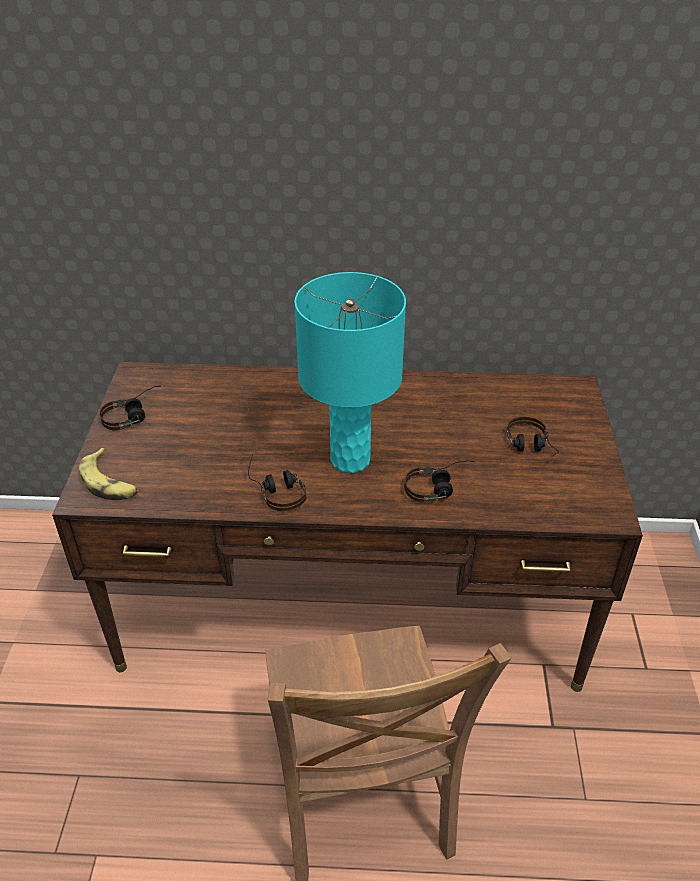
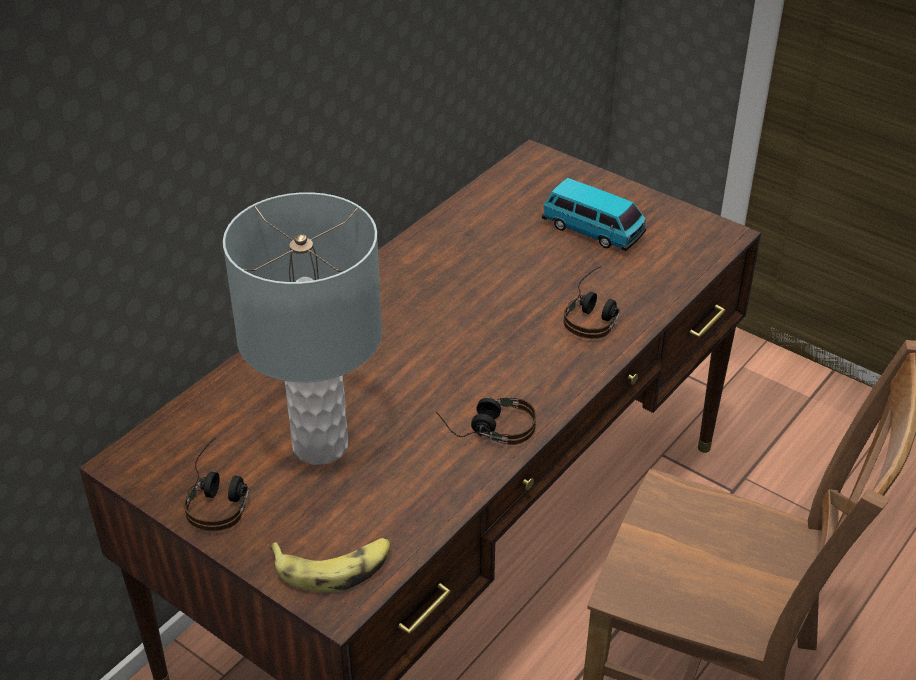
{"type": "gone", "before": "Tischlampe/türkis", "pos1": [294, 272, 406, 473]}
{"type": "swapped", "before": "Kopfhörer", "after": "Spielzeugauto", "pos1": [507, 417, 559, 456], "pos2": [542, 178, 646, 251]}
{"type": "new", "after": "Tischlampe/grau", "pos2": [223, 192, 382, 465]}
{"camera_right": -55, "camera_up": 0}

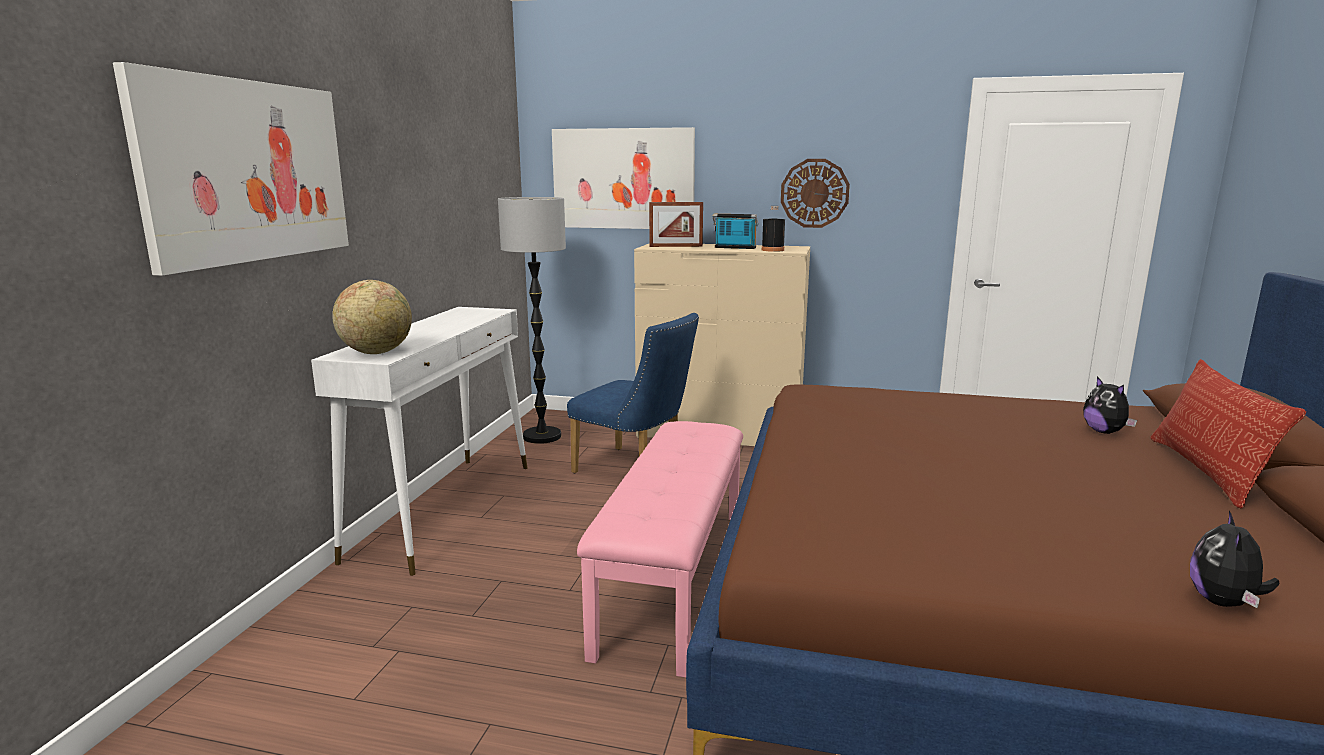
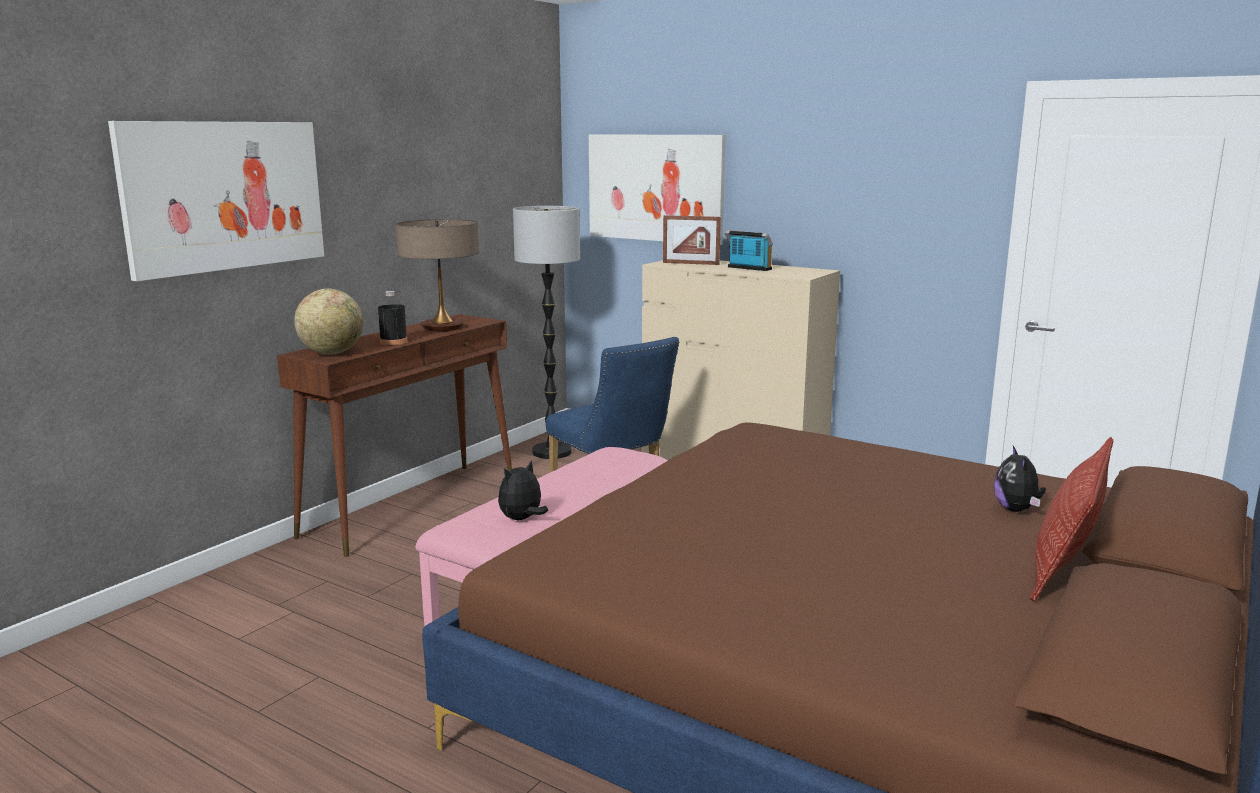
{"type": "repainted", "before": "Konsolentisch/weiß", "after": "Konsolentisch/braun", "pos1": [311, 307, 528, 576], "pos2": [277, 314, 512, 557]}
{"type": "shifted", "before": "Flasche/schwarz", "pos1": [762, 206, 785, 252], "pos2": [378, 290, 407, 345]}
{"type": "gone", "before": "Wanduhr", "pos1": [781, 159, 850, 228]}
{"type": "shifted", "before": "Plüschtier", "pos1": [1190, 511, 1279, 608], "pos2": [498, 460, 548, 520]}
{"type": "new", "after": "Tischlampe", "pos2": [396, 219, 479, 331]}
{"camera_right": 20, "camera_up": 0}

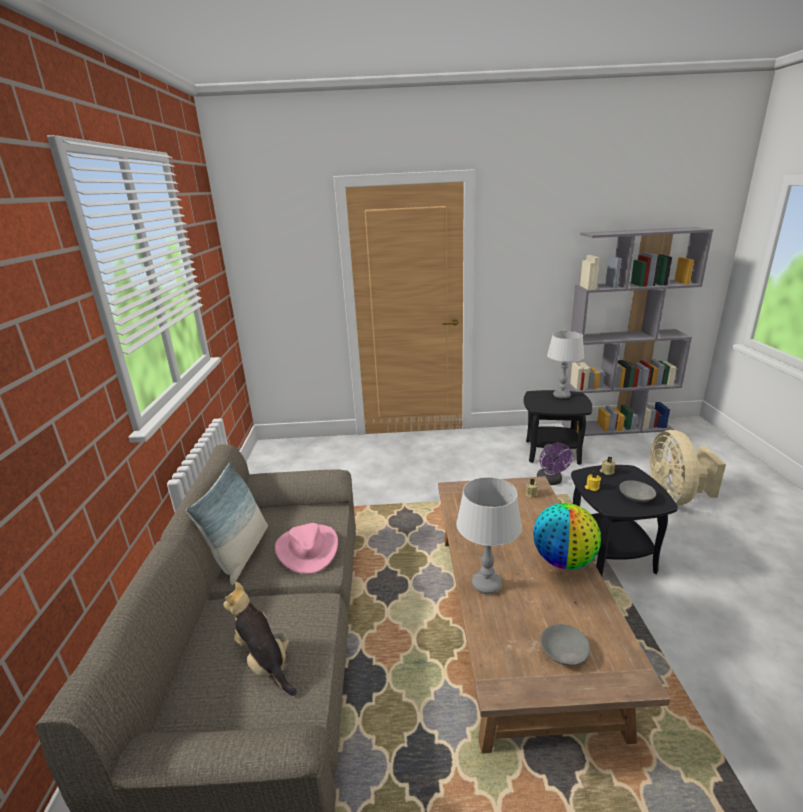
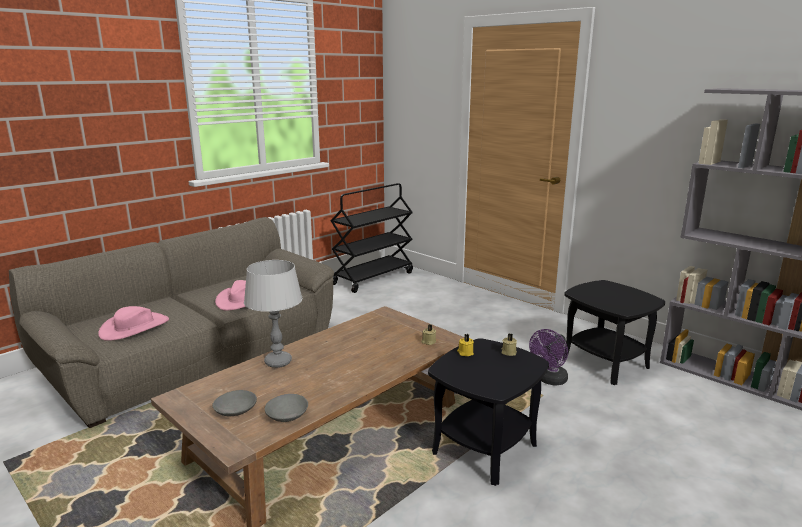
{"type": "gone", "before": "Kissen", "pos1": [186, 462, 268, 585]}
{"type": "swapped", "before": "Plüschtier", "after": "Hut/rosa", "pos1": [223, 582, 297, 696], "pos2": [98, 306, 169, 341]}
{"type": "gone", "before": "Globus", "pos1": [533, 503, 601, 570]}
{"type": "gone", "before": "Tischlampe/grau", "pos1": [547, 331, 585, 399]}
{"type": "shifted", "before": "Schüssel/grau", "pos1": [619, 480, 656, 502], "pos2": [265, 394, 308, 422]}
{"type": "gone", "before": "Ventilator/beige", "pos1": [650, 430, 726, 505]}
{"type": "new", "after": "Rollwagen/schwarz", "pos2": [331, 183, 413, 293]}
{"camera_right": 45, "camera_up": -5}

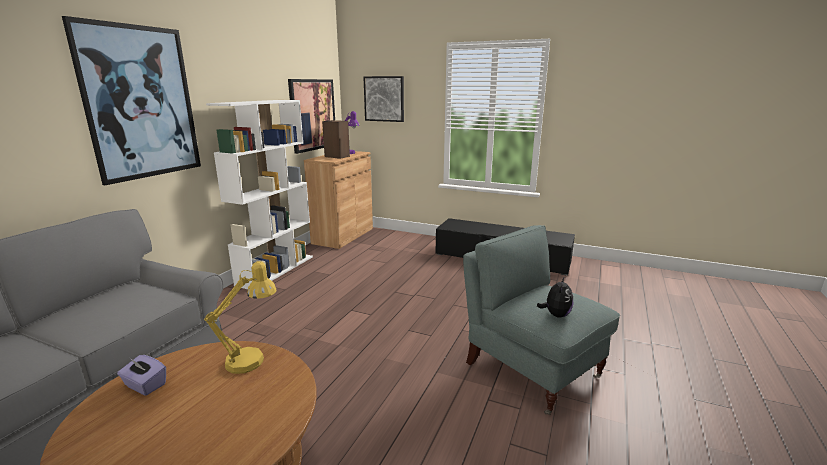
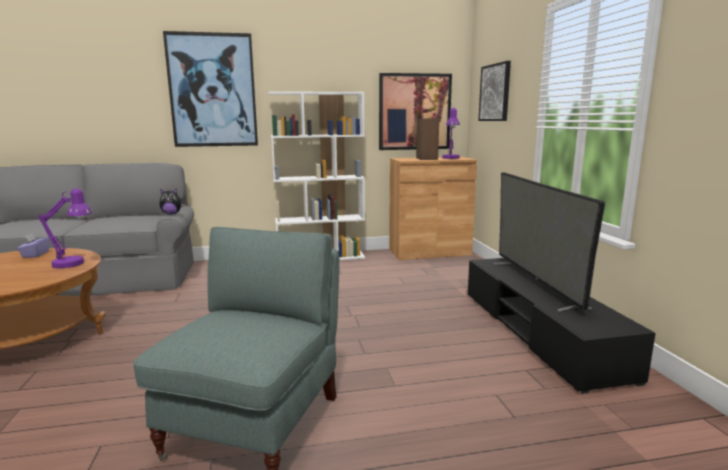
{"type": "repainted", "before": "Tischlampe/gelb", "after": "Tischlampe/lila", "pos1": [204, 261, 276, 374], "pos2": [38, 189, 92, 269]}
{"type": "shifted", "before": "Plüschtier", "pos1": [537, 276, 573, 318], "pos2": [160, 189, 184, 214]}
{"type": "new", "after": "Fernseher", "pos2": [493, 173, 605, 312]}
{"camera_right": 55, "camera_up": -5}

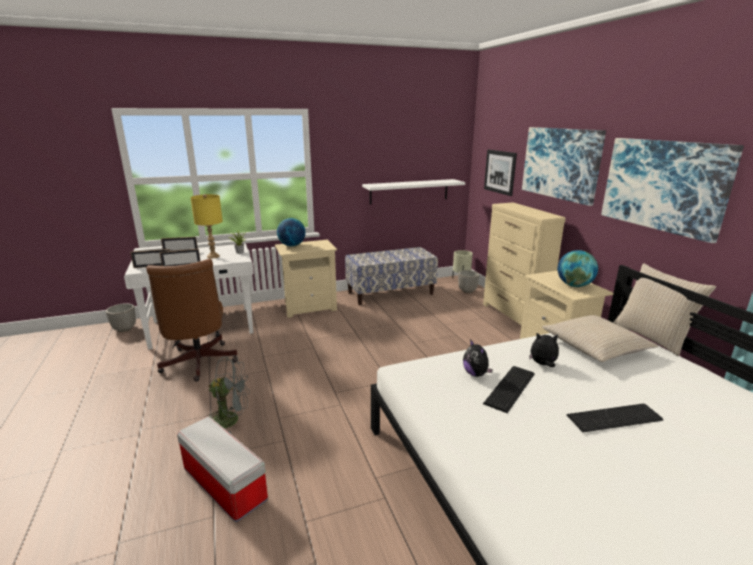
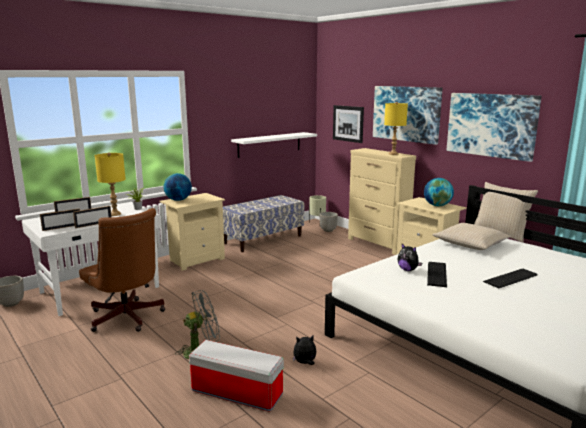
{"type": "shifted", "before": "Plüschtier", "pos1": [529, 333, 559, 367], "pos2": [293, 336, 316, 365]}
{"type": "new", "after": "Tischlampe/gelb", "pos2": [384, 102, 408, 155]}
{"camera_right": -20, "camera_up": -5}

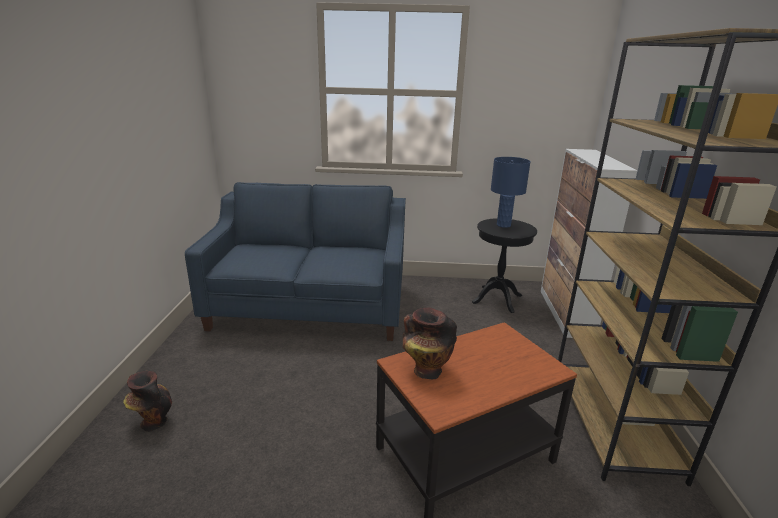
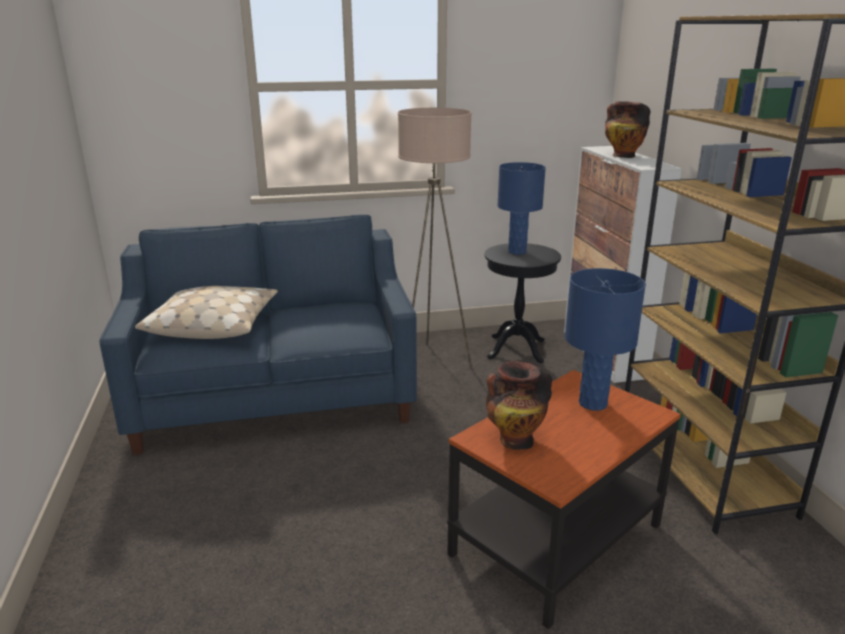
{"type": "shifted", "before": "Vase", "pos1": [123, 371, 172, 432], "pos2": [605, 101, 650, 158]}
{"type": "new", "after": "Kissen/beige", "pos2": [135, 286, 278, 339]}
{"type": "new", "after": "Stehlampe/beige", "pos2": [398, 108, 472, 367]}
{"type": "new", "after": "Tischlampe/blau", "pos2": [565, 268, 646, 411]}
{"camera_right": -15, "camera_up": 0}

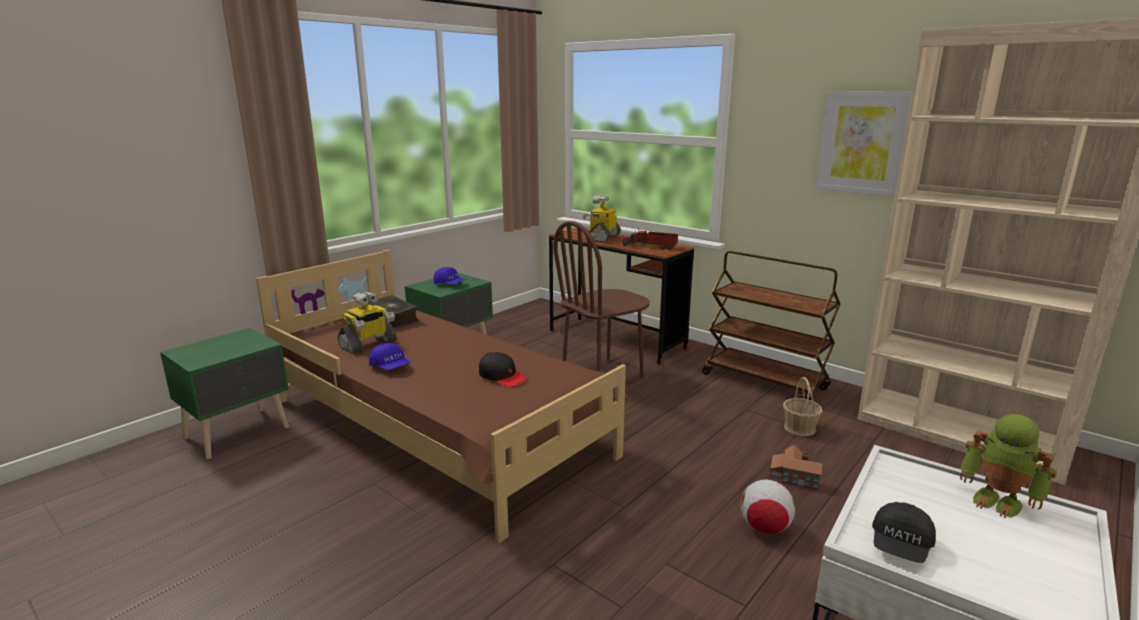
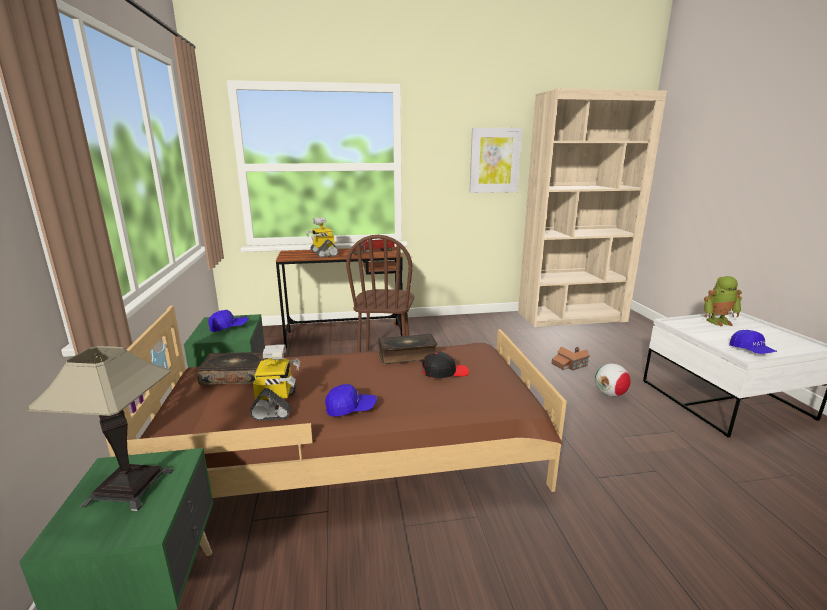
{"type": "gone", "before": "Rollwagen/braun", "pos1": [702, 251, 840, 401]}
{"type": "gone", "before": "Korb", "pos1": [783, 377, 823, 436]}
{"type": "repainted", "before": "Kappe/schwarz", "after": "Kappe/blau", "pos1": [872, 502, 936, 563], "pos2": [729, 330, 777, 354]}
{"type": "new", "after": "Tischlampe", "pos2": [27, 346, 174, 511]}
{"type": "new", "after": "Buch", "pos2": [378, 334, 438, 364]}
{"camera_right": -50, "camera_up": 0}

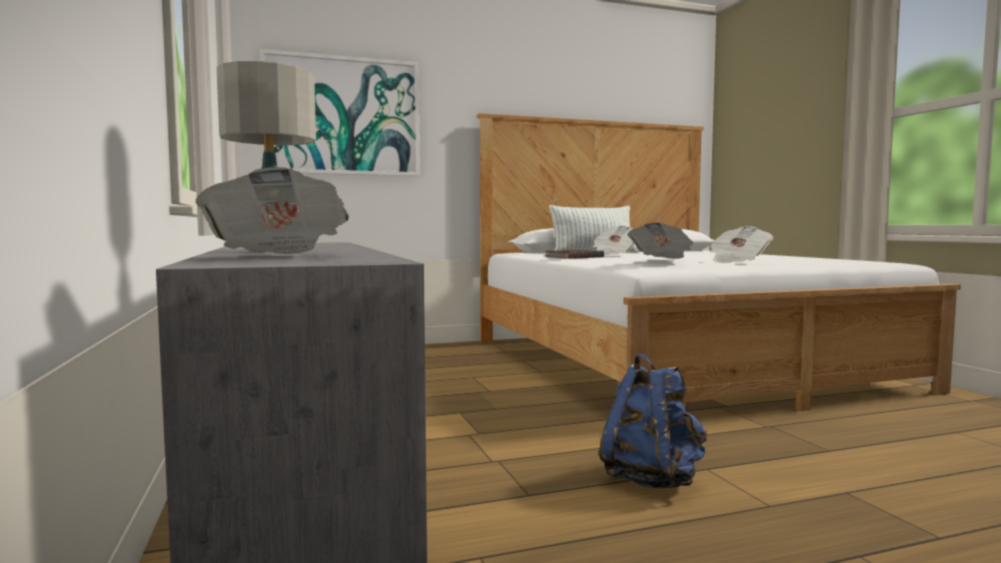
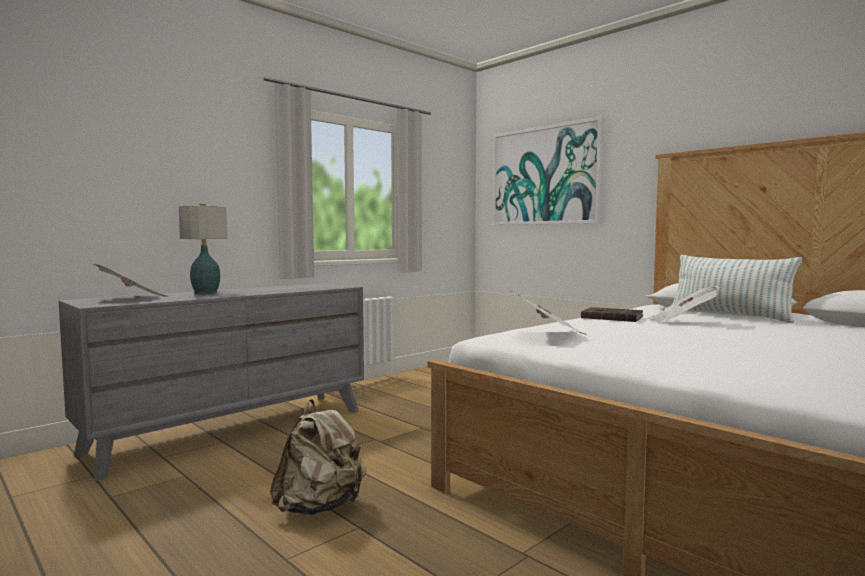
{"type": "repainted", "before": "Rucksack/blau", "after": "Rucksack/beige", "pos1": [599, 354, 707, 489], "pos2": [270, 399, 367, 515]}
{"type": "gone", "before": "Zeitung", "pos1": [710, 226, 773, 263]}
{"camera_right": 65, "camera_up": 0}

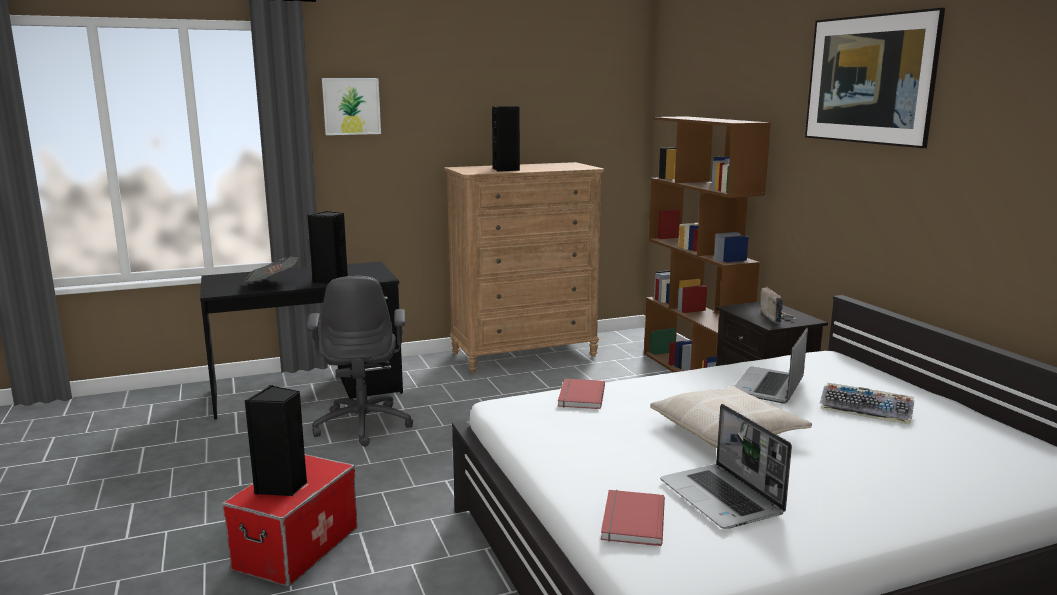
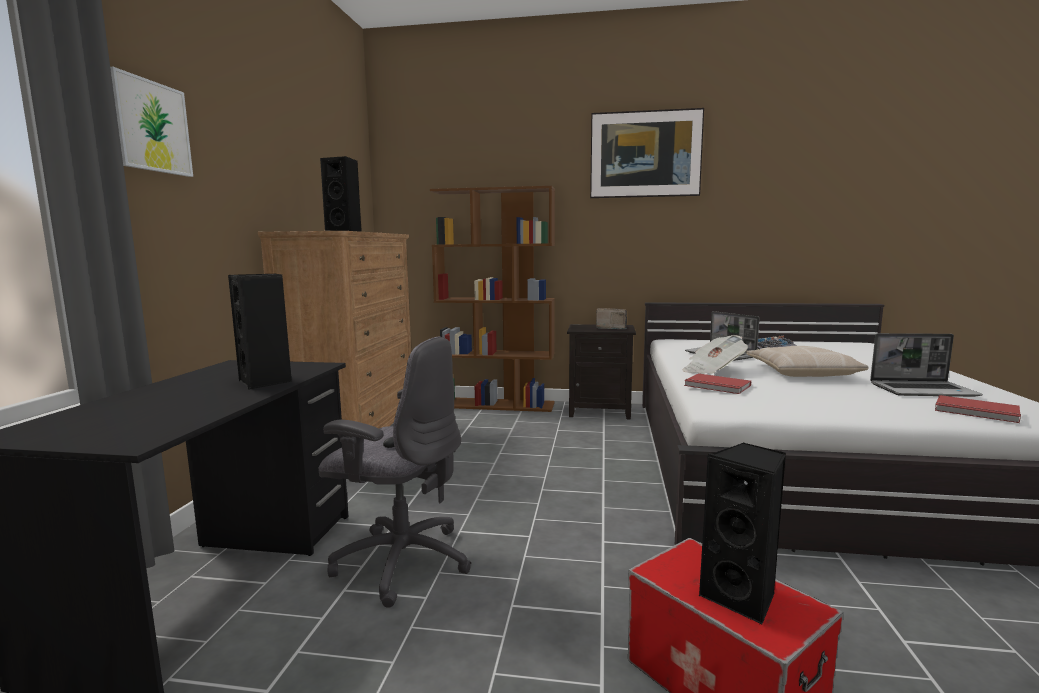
{"type": "shifted", "before": "Zeitung", "pos1": [244, 256, 299, 282], "pos2": [682, 335, 748, 374]}
{"camera_right": -60, "camera_up": -5}

